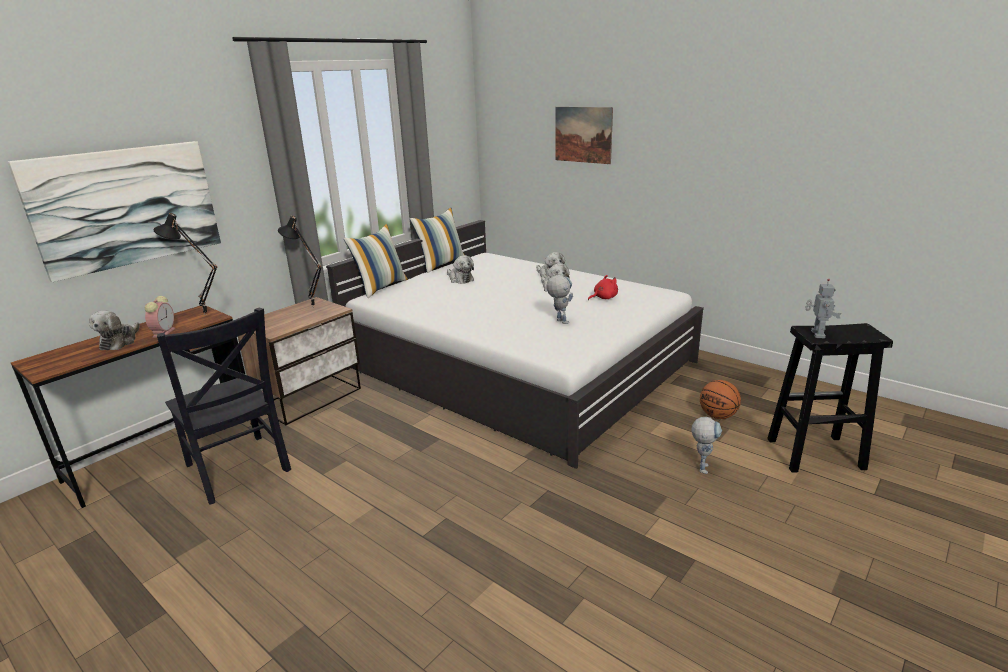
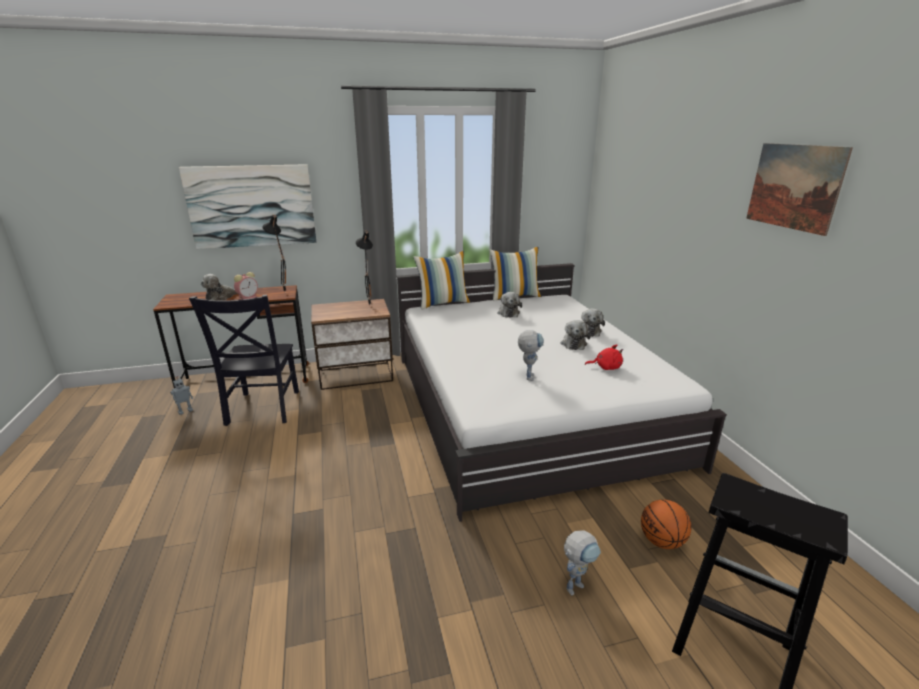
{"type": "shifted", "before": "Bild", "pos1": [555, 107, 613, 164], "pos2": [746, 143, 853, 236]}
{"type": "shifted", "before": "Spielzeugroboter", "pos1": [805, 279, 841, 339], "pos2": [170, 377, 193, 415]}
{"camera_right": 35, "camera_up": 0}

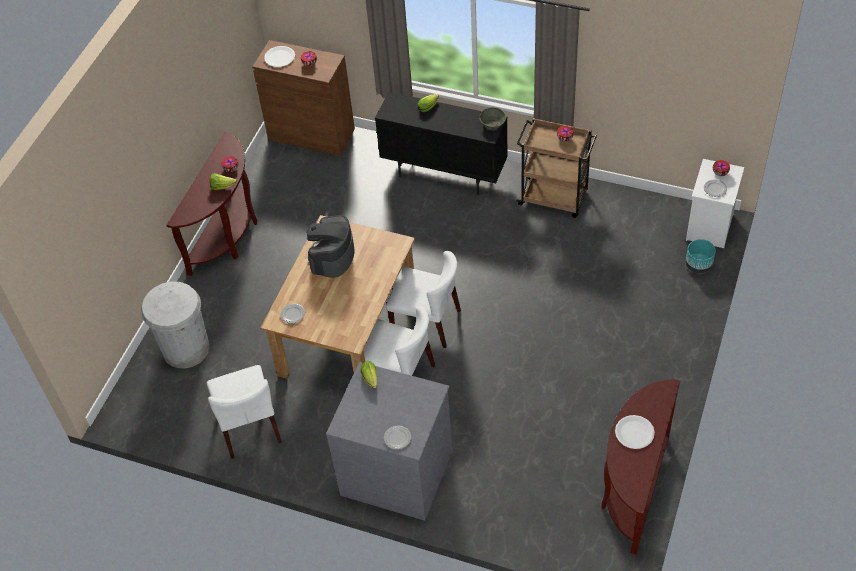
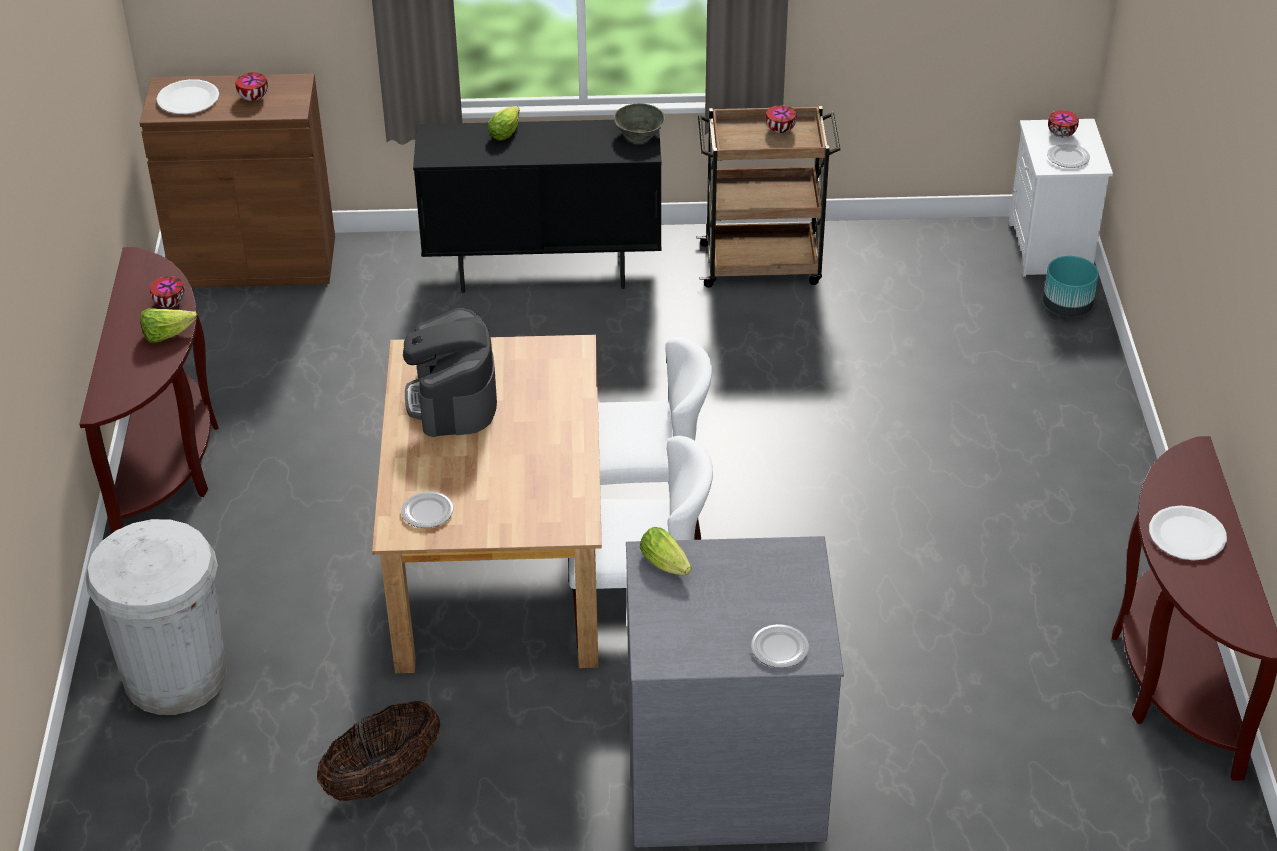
{"type": "swapped", "before": "Stuhl/weiß", "after": "Korb", "pos1": [207, 365, 282, 459], "pos2": [317, 700, 440, 801]}
{"camera_right": -25, "camera_up": -10}

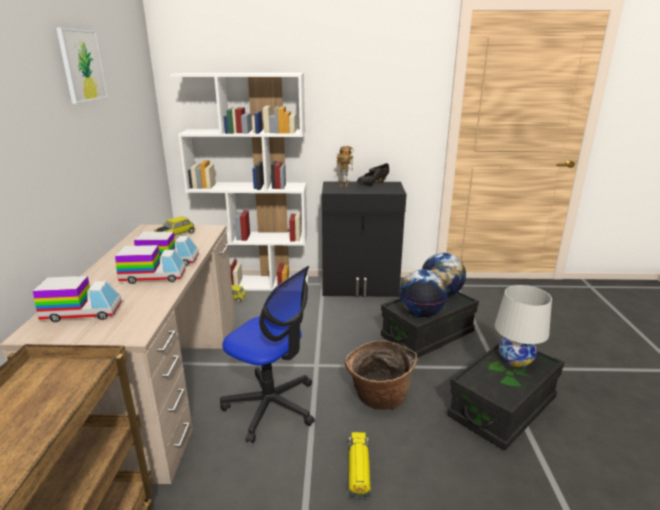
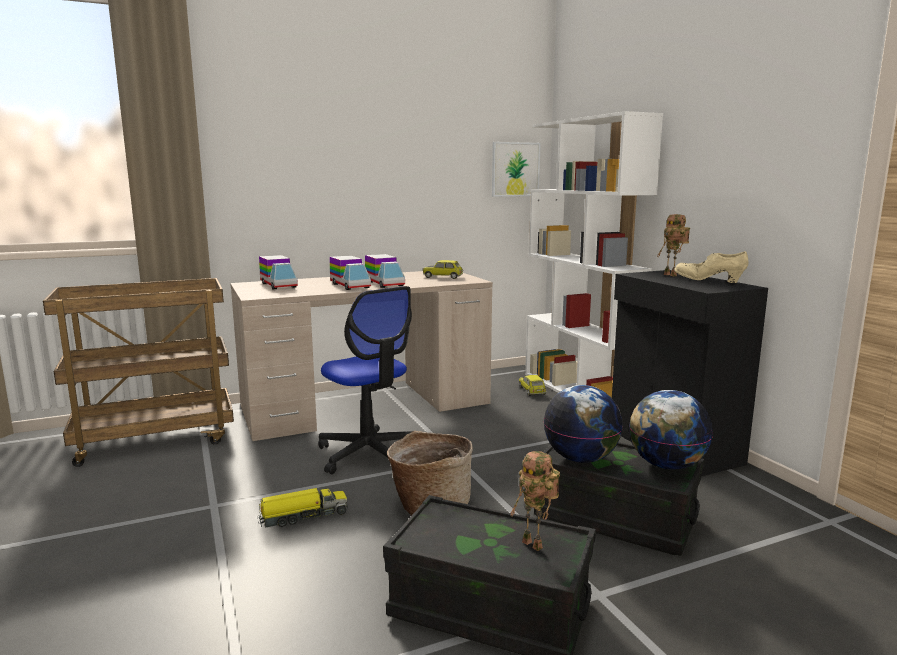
{"type": "shifted", "before": "Bild", "pos1": [56, 28, 108, 104], "pos2": [492, 142, 541, 197]}
{"type": "rotated", "before": "Bürostuhl", "pos1": [220, 266, 315, 443], "pos2": [318, 286, 413, 474], "turn": -45}
{"type": "repainted", "before": "Schuh/schwarz", "after": "Schuh/beige", "pos1": [357, 163, 389, 186], "pos2": [674, 251, 749, 283]}
{"type": "swapped", "before": "Tischlampe/weiß", "after": "Spielzeugroboter", "pos1": [495, 285, 552, 367], "pos2": [510, 451, 560, 551]}
{"camera_right": 65, "camera_up": -10}

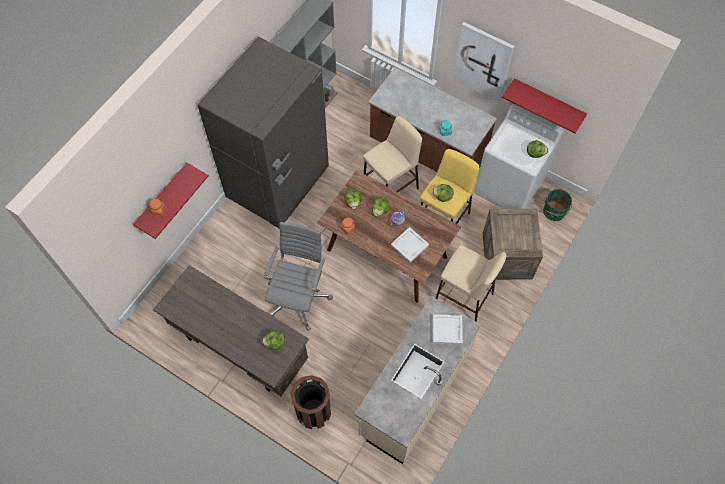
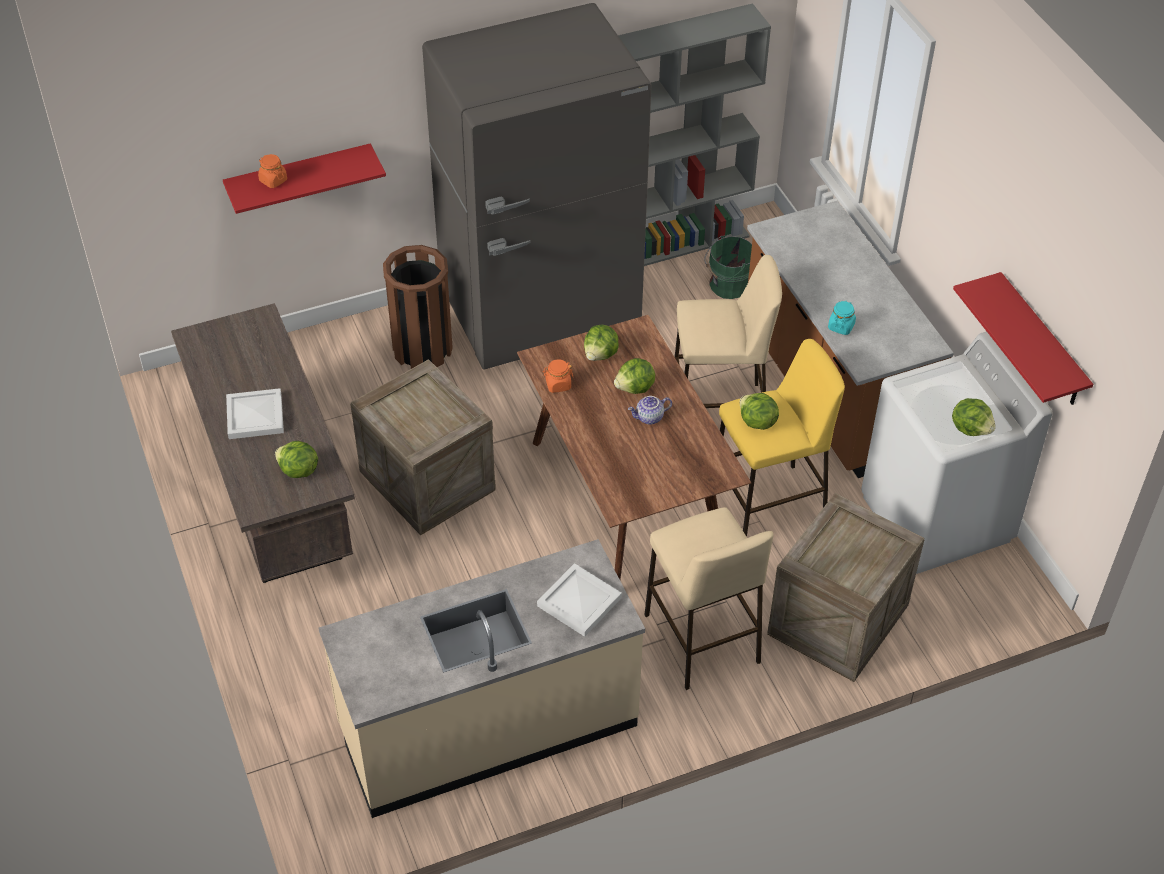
{"type": "swapped", "before": "Bürostuhl/grau", "after": "Kiste", "pos1": [264, 222, 333, 331], "pos2": [350, 359, 496, 535]}
{"type": "shifted", "before": "Mülleimer/braun", "pos1": [290, 375, 331, 429], "pos2": [383, 245, 453, 369]}
{"type": "shifted", "before": "Tablett/weiß", "pos1": [391, 227, 429, 263], "pos2": [226, 388, 284, 439]}
{"type": "gone", "before": "Bild", "pos1": [453, 22, 514, 102]}
{"type": "shifted", "before": "Eimer/grün", "pos1": [543, 189, 572, 221], "pos2": [704, 236, 752, 299]}
{"camera_right": 35, "camera_up": -15}

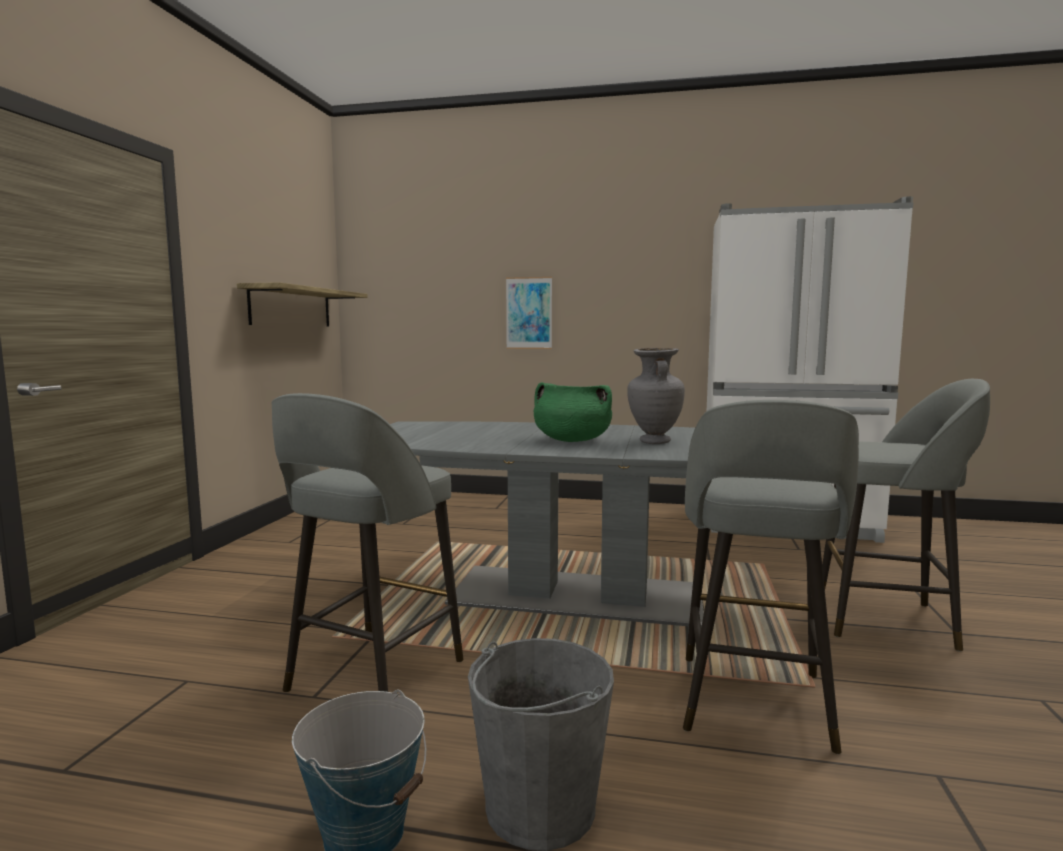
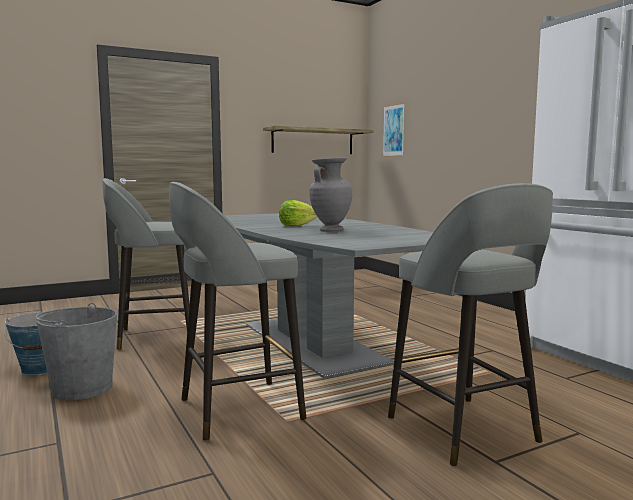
{"type": "shifted", "before": "Bild", "pos1": [506, 277, 552, 349], "pos2": [383, 103, 405, 157]}
{"type": "swapped", "before": "Kochtopf/grün", "after": "Salatkopf", "pos1": [534, 382, 612, 442], "pos2": [279, 200, 317, 226]}
{"camera_right": 50, "camera_up": 0}

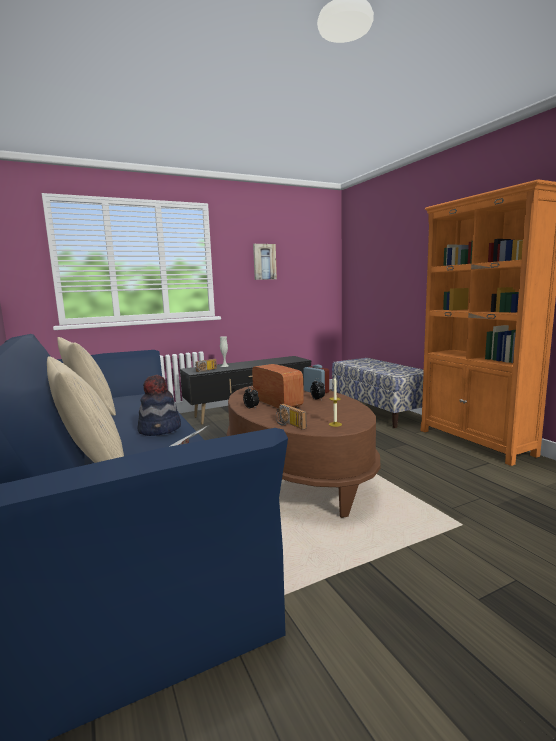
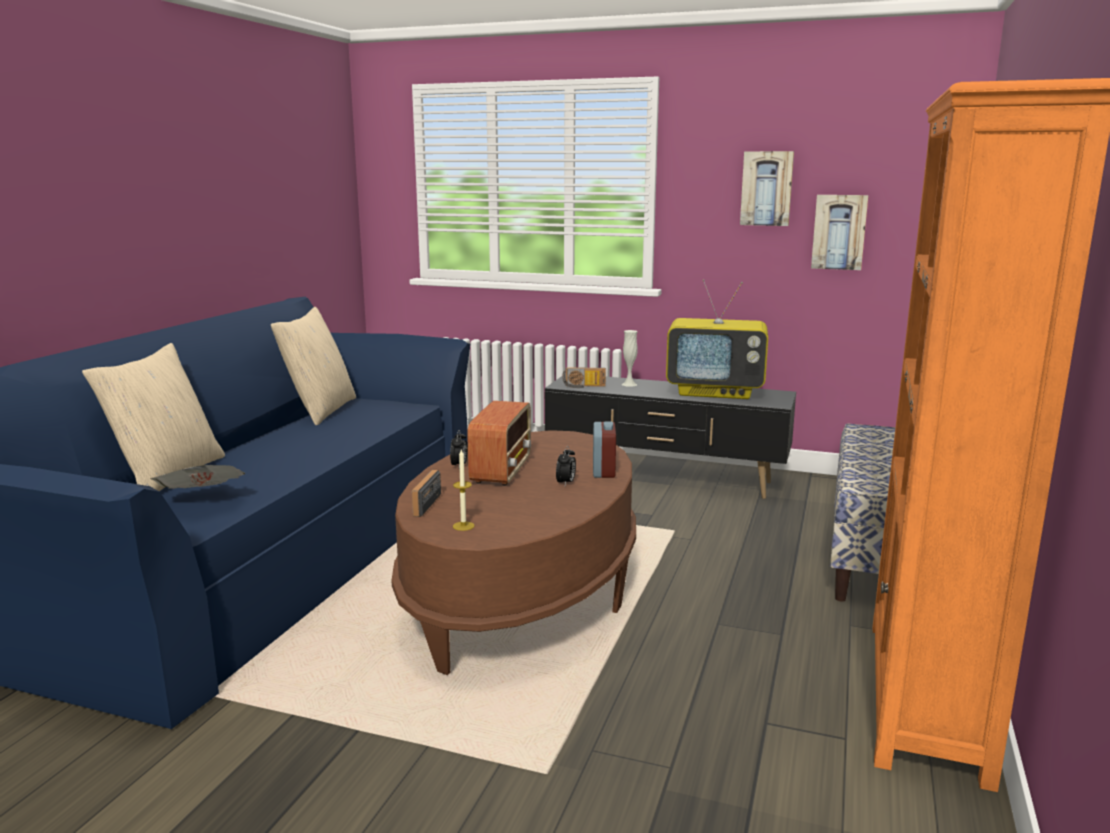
{"type": "gone", "before": "Hut", "pos1": [137, 375, 181, 436]}
{"type": "new", "after": "Fernseher", "pos2": [666, 279, 768, 399]}
{"type": "new", "after": "Bild", "pos2": [811, 195, 868, 270]}
{"camera_right": 45, "camera_up": 5}

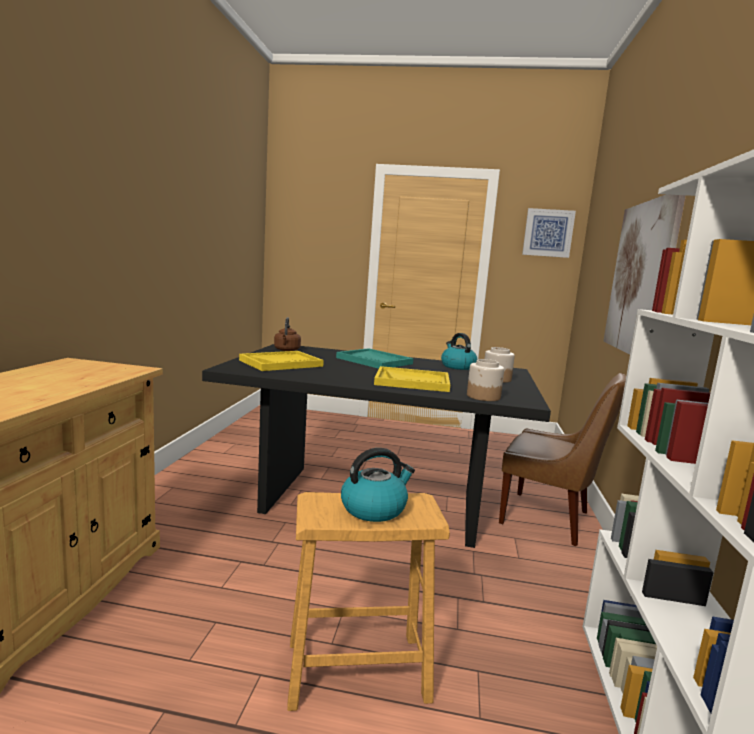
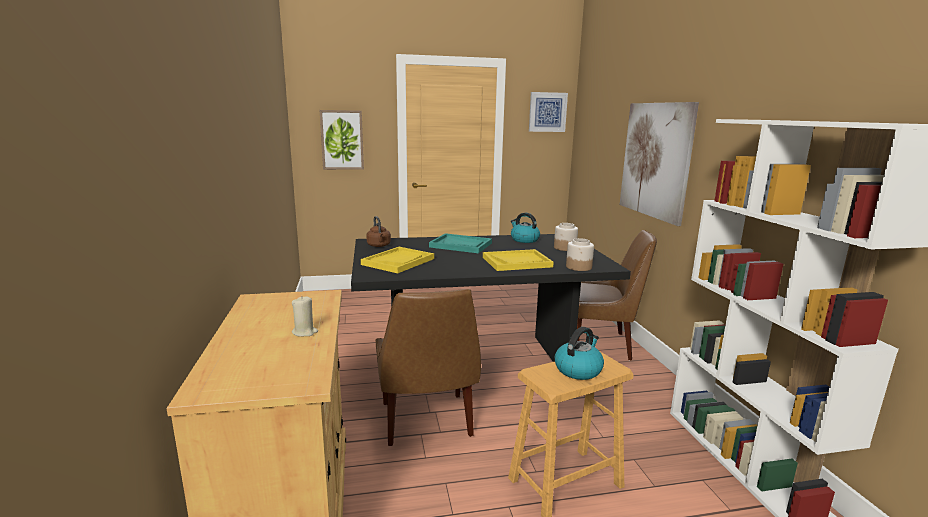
{"type": "new", "after": "Kerze/beige", "pos2": [292, 296, 318, 337]}
{"type": "new", "after": "Bild", "pos2": [320, 110, 364, 170]}
{"type": "new", "after": "Stuhl/braun", "pos2": [375, 289, 481, 446]}
{"camera_right": -20, "camera_up": 5}

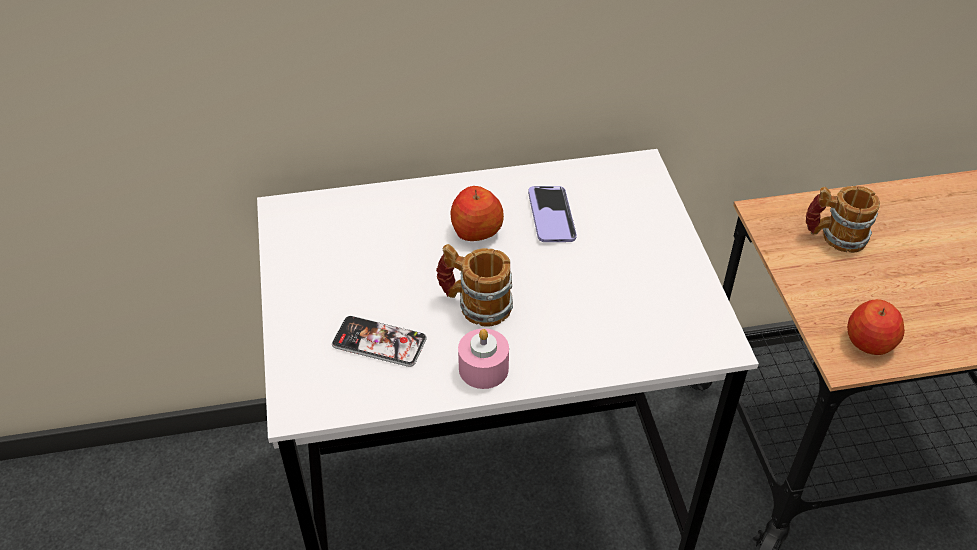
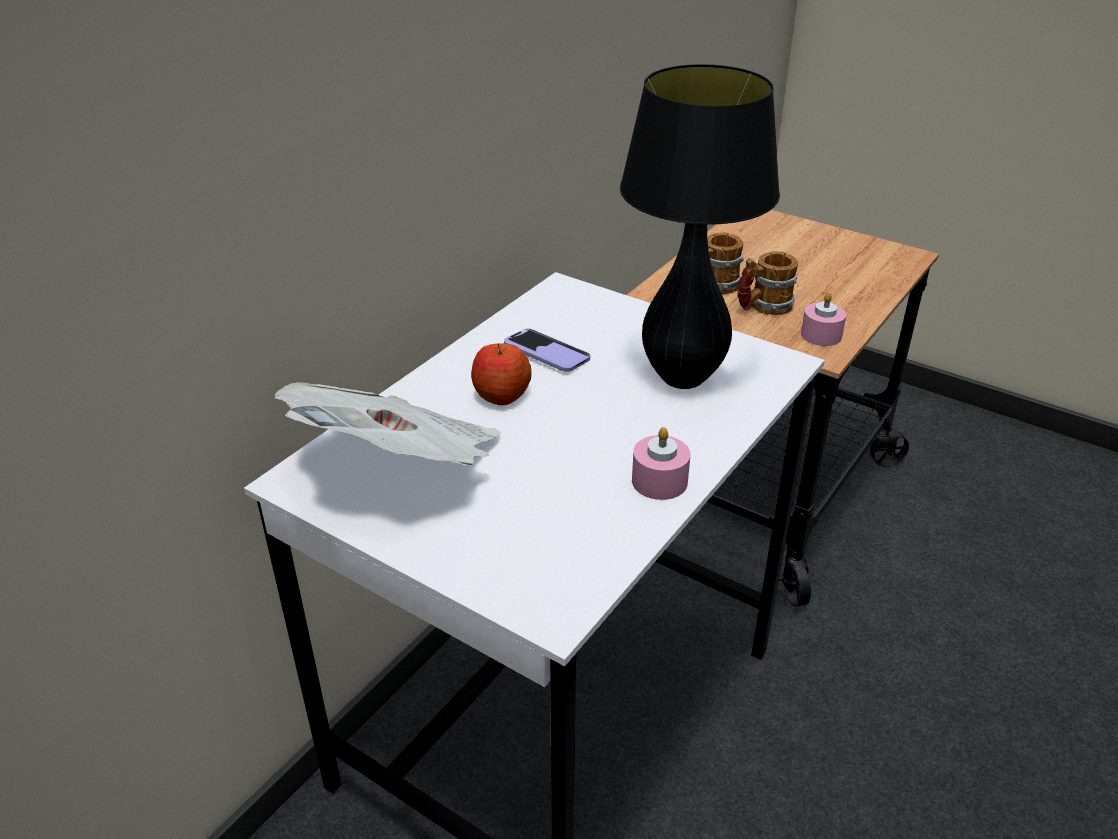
{"type": "gone", "before": "Handy", "pos1": [332, 316, 427, 367]}
{"type": "shifted", "before": "Henkelbecher", "pos1": [436, 244, 513, 326], "pos2": [737, 251, 798, 315]}
{"type": "swapped", "before": "Apfel", "after": "Kerze/rosa", "pos1": [847, 299, 905, 355], "pos2": [801, 293, 846, 346]}
{"type": "new", "after": "Zeitung", "pos2": [275, 382, 501, 465]}
{"type": "new", "after": "Tischlampe/schwarz", "pos2": [620, 64, 780, 389]}
{"camera_right": -45, "camera_up": -10}

